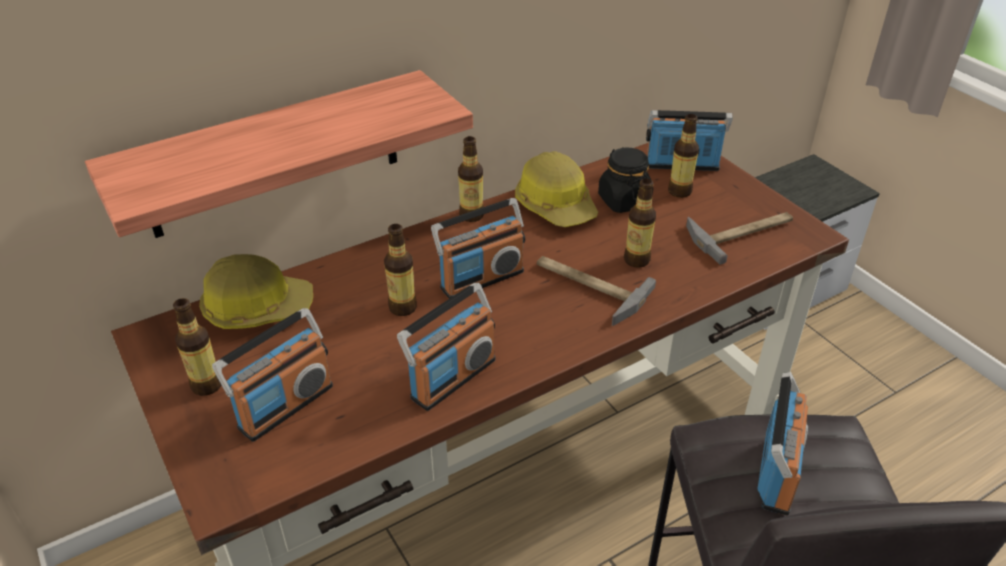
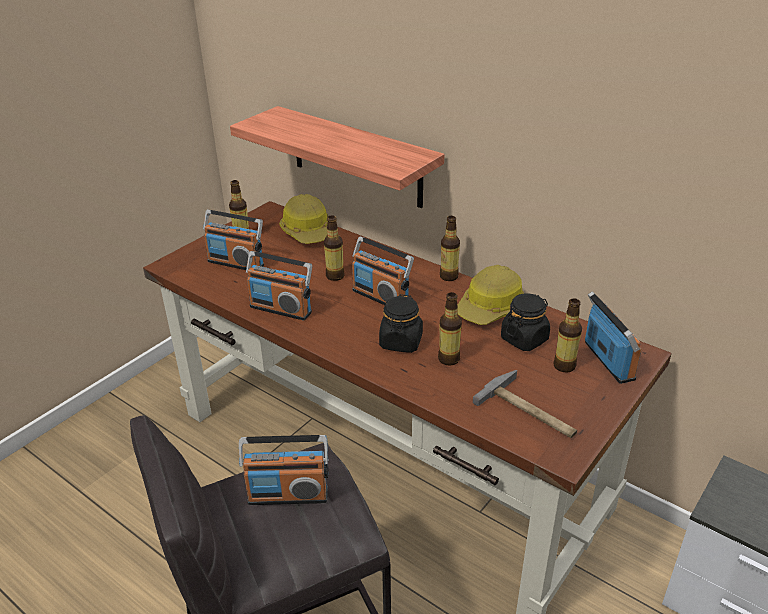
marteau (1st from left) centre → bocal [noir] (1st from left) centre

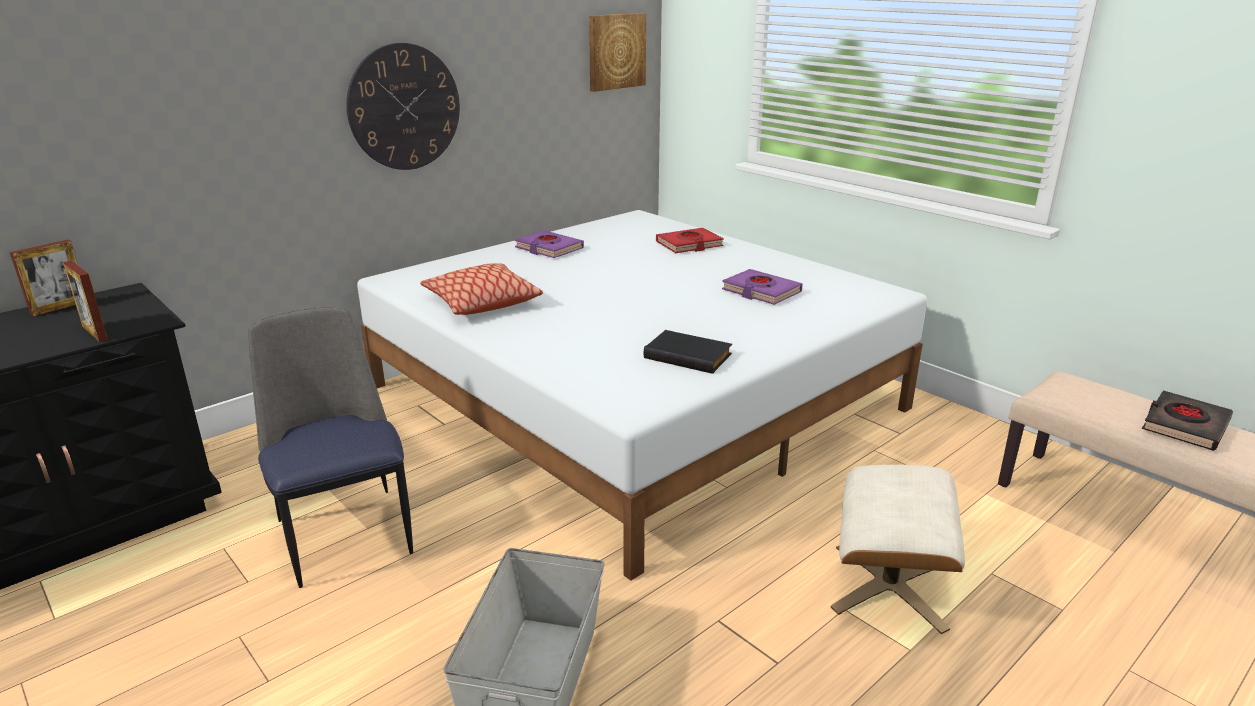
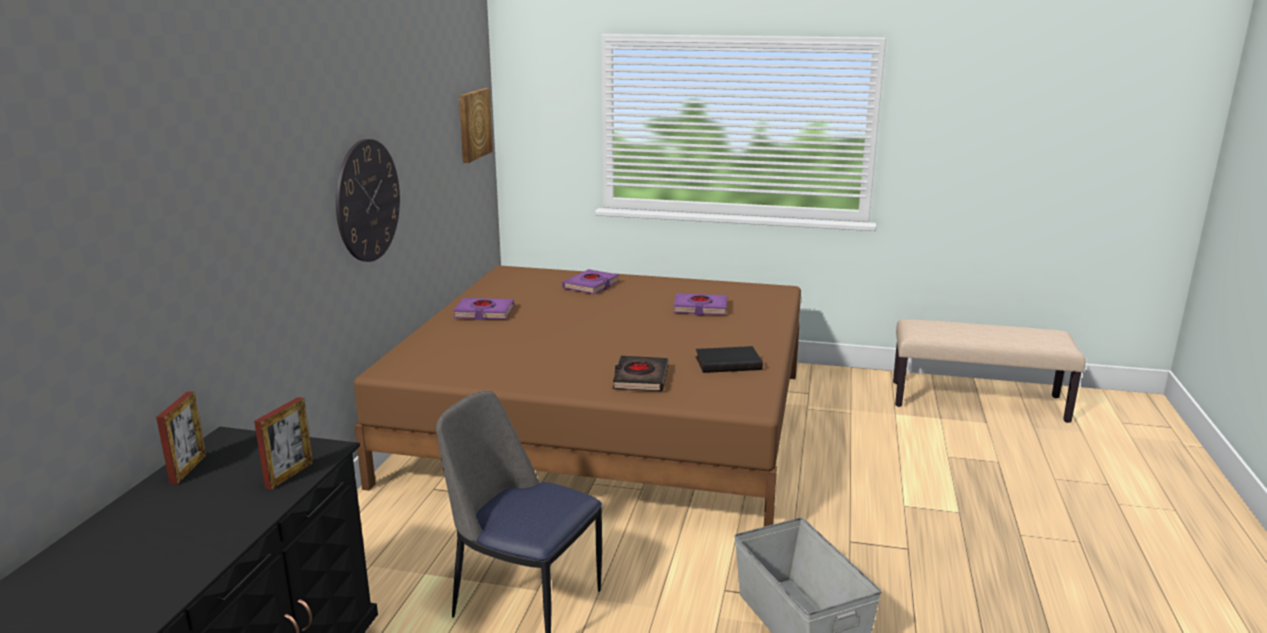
cadre photo (2nd from left) middle left → cadre photo (2nd from left) bottom left, 75 degrees counterclockwise
lit [blanc] centre → lit [marron] centre
livre [rouge] centre → livre [violet] (2nd from left) centre
livre [noir] (2nd from left in the first image) middle right → livre [noir] (1st from left) centre, move
coussin centre → -
pouf [beige] bottom right → -

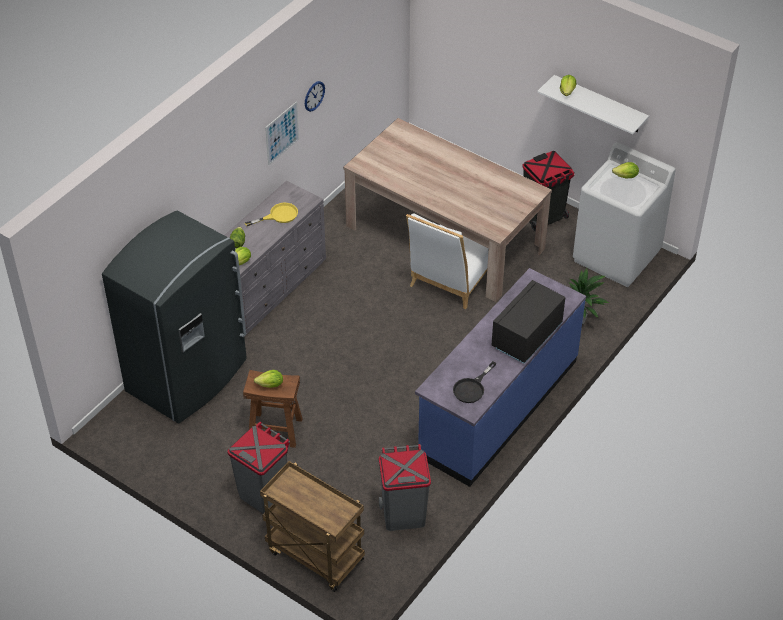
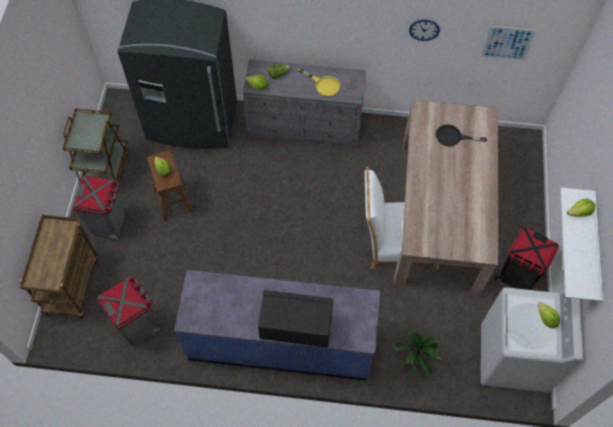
- → chariot [marron] (2nd from left) middle left
poêle [noir] centre → poêle [noir] top right, move
tableau top centre → tableau top right, move

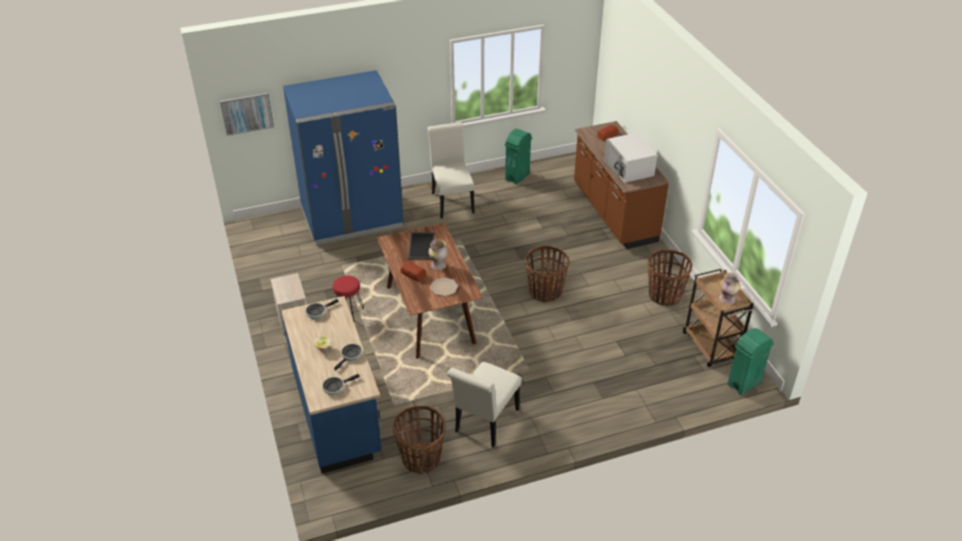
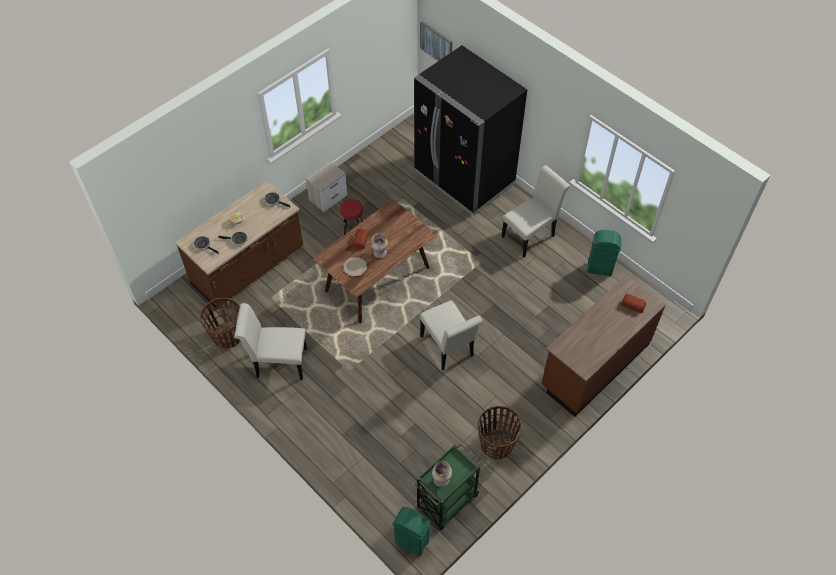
comptoir de cuisine [bleu] bottom centre → comptoir de cuisine [marron] (1st from left) middle left
réfrigérateur [bleu] top centre → réfrigérateur [noir] top centre
chariot [marron] middle right → chariot [vert] bottom centre
panier (2nd from left) centre → chaise [blanc] (2nd from left) centre
plateau centre → -
micro-ondes [blanc] top centre → -

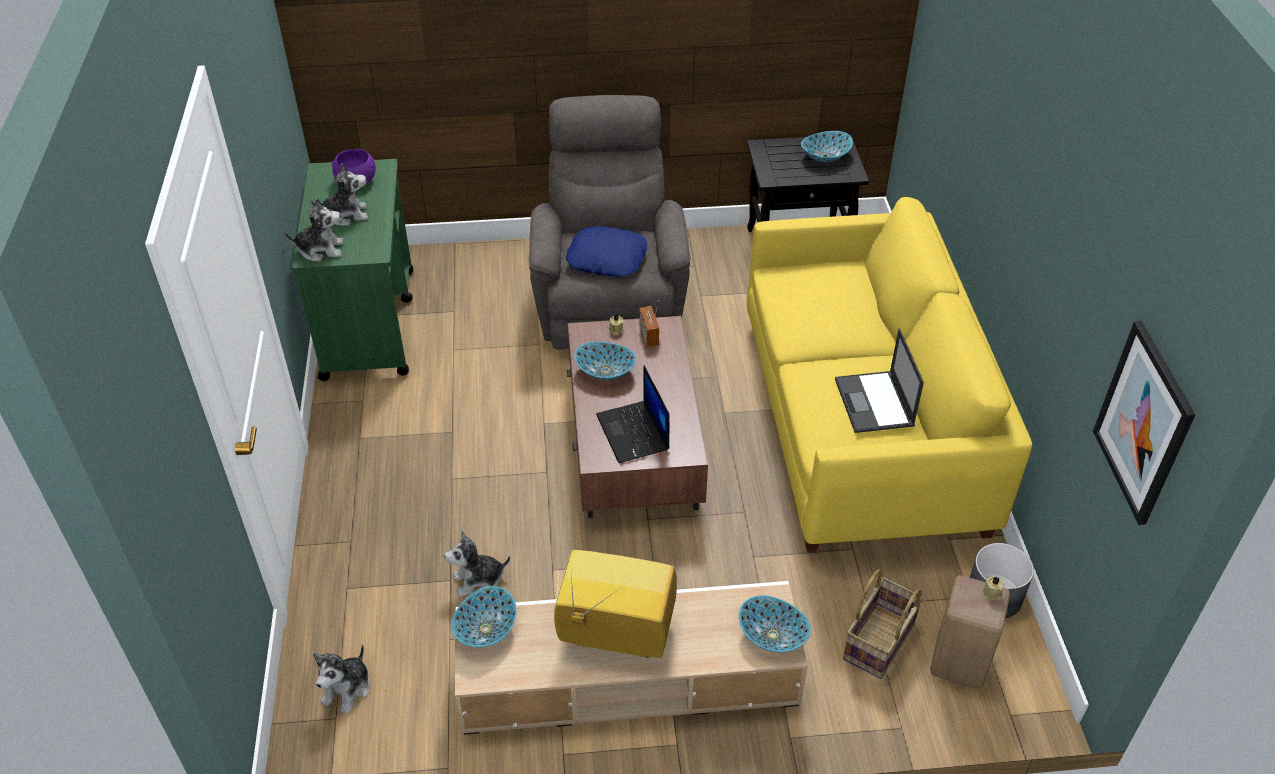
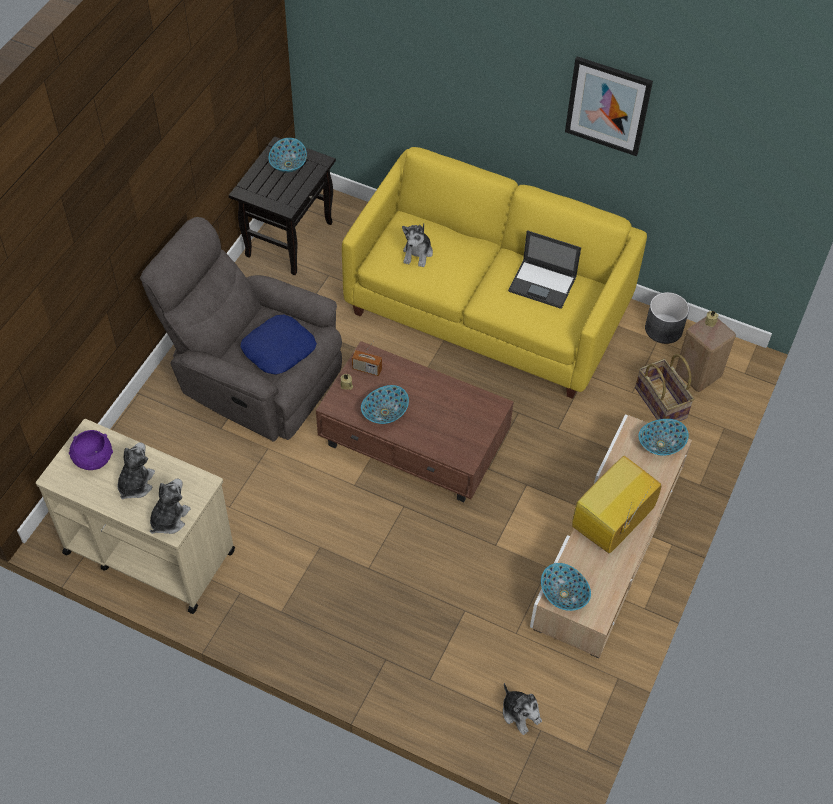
chariot [vert] middle left → chariot [beige] middle left
peluche (4th from left in the first image) bottom centre → peluche (3rd from left) top centre, move
tableau middle right → tableau top right, move
ordinateur portable (1st from left) centre → -

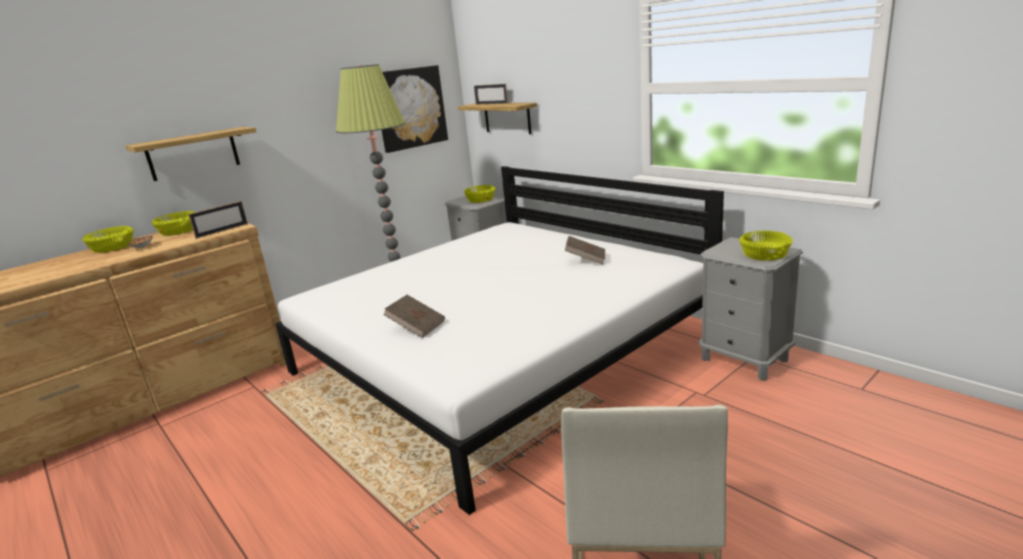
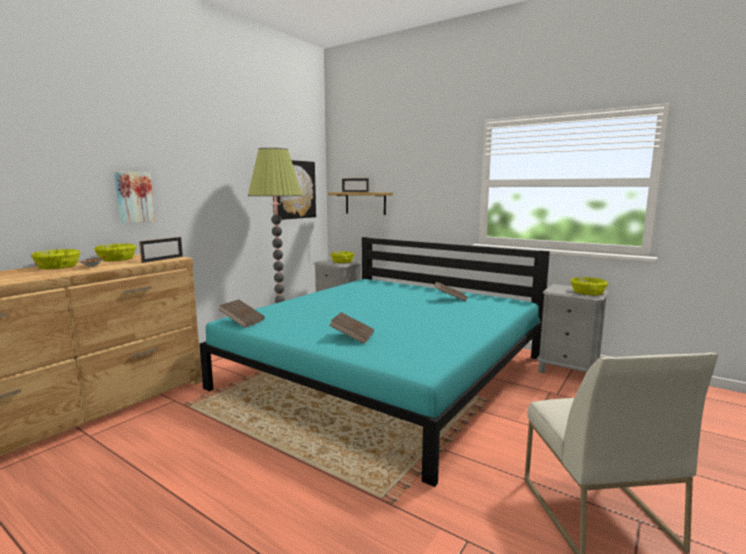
étagère (1st from left) top left → tableau (1st from left) middle left
lit [blanc] centre → lit [turquoise] centre
- → livre [marron] (1st from left) middle left

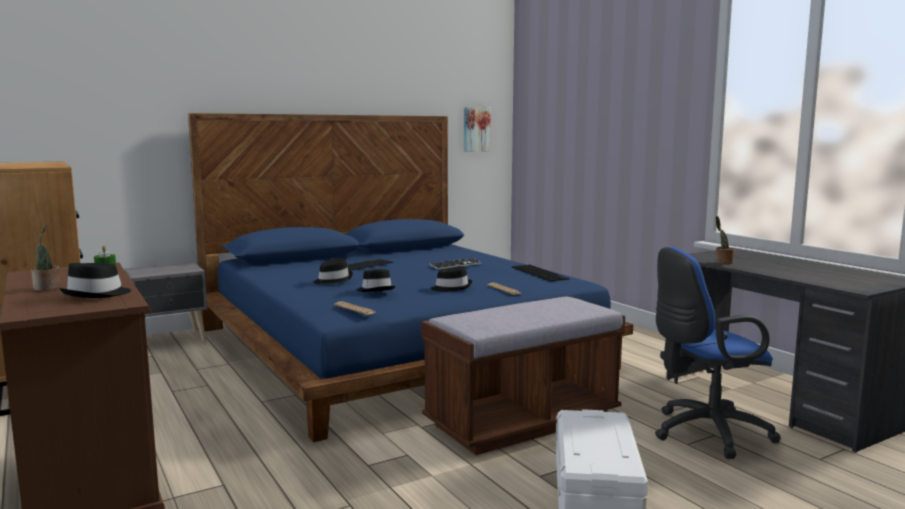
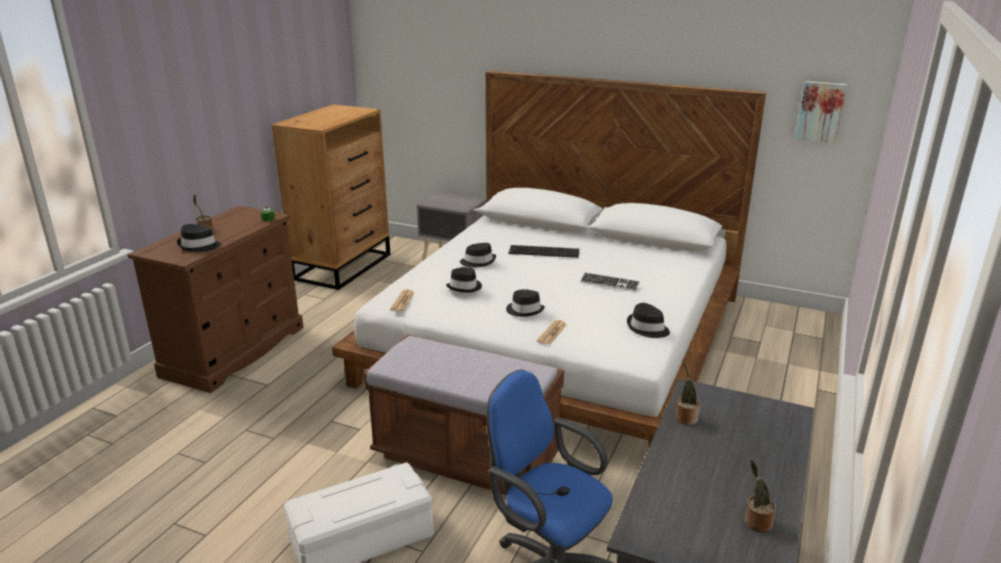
lit [bleu] centre → lit [blanc] centre
clavier (3rd from left) centre → chapeau [noir] (5th from left) centre
- → plante en pot (3rd from left) bottom right

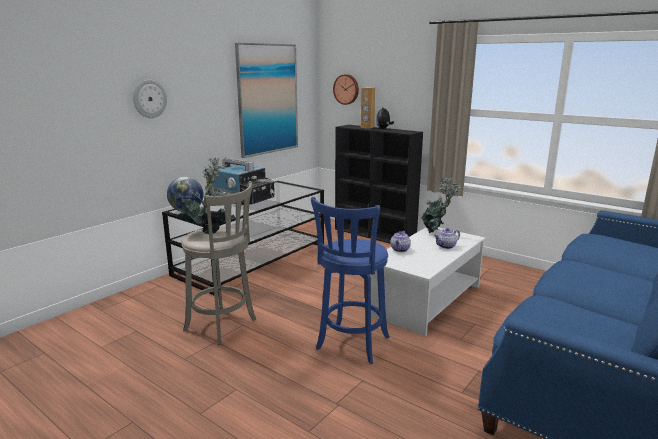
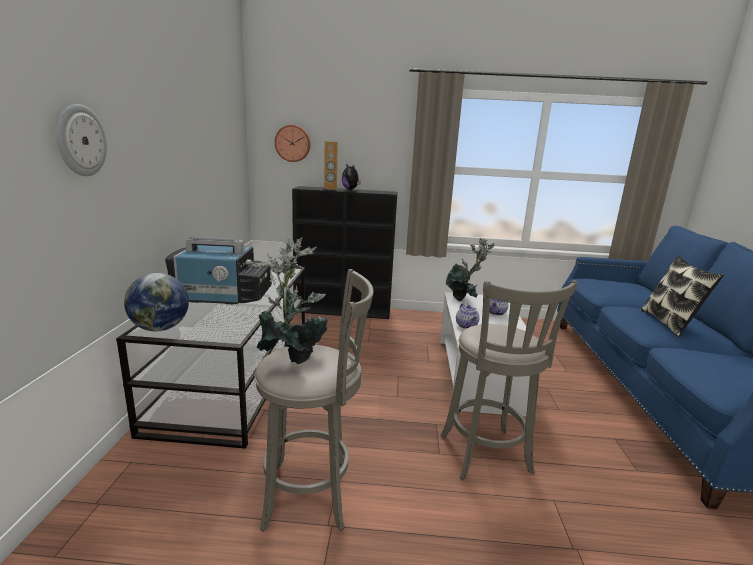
tabouret [bleu] centre → tabouret [gris] (2nd from left) bottom right
- → coussin middle right
tableau top centre → -

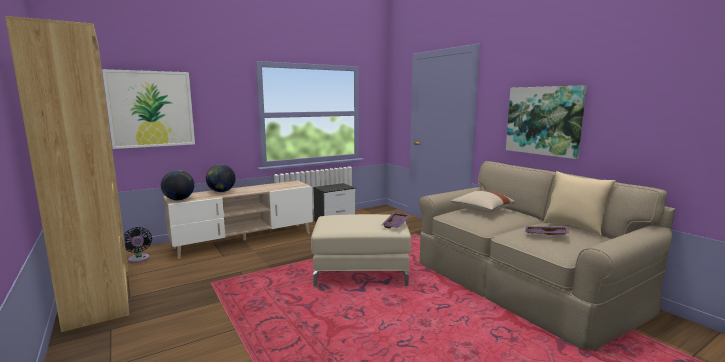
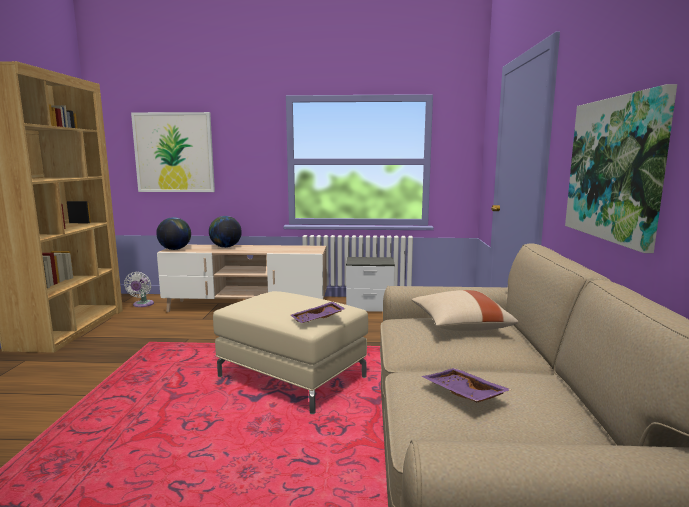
ventilateur [noir] bottom left → ventilateur [blanc] middle left
coussin [beige] (2nd from left) middle right → -

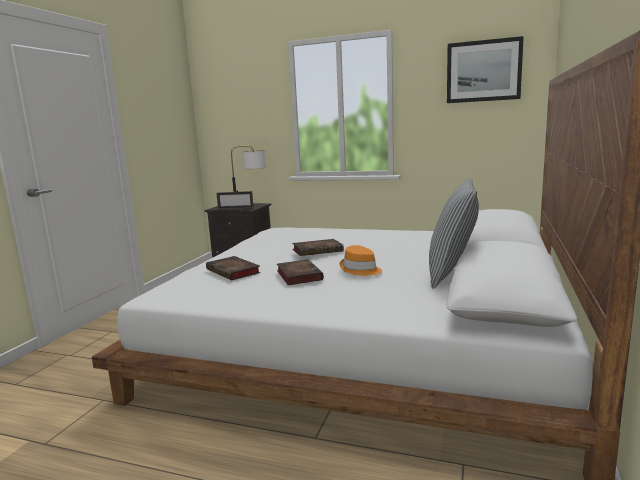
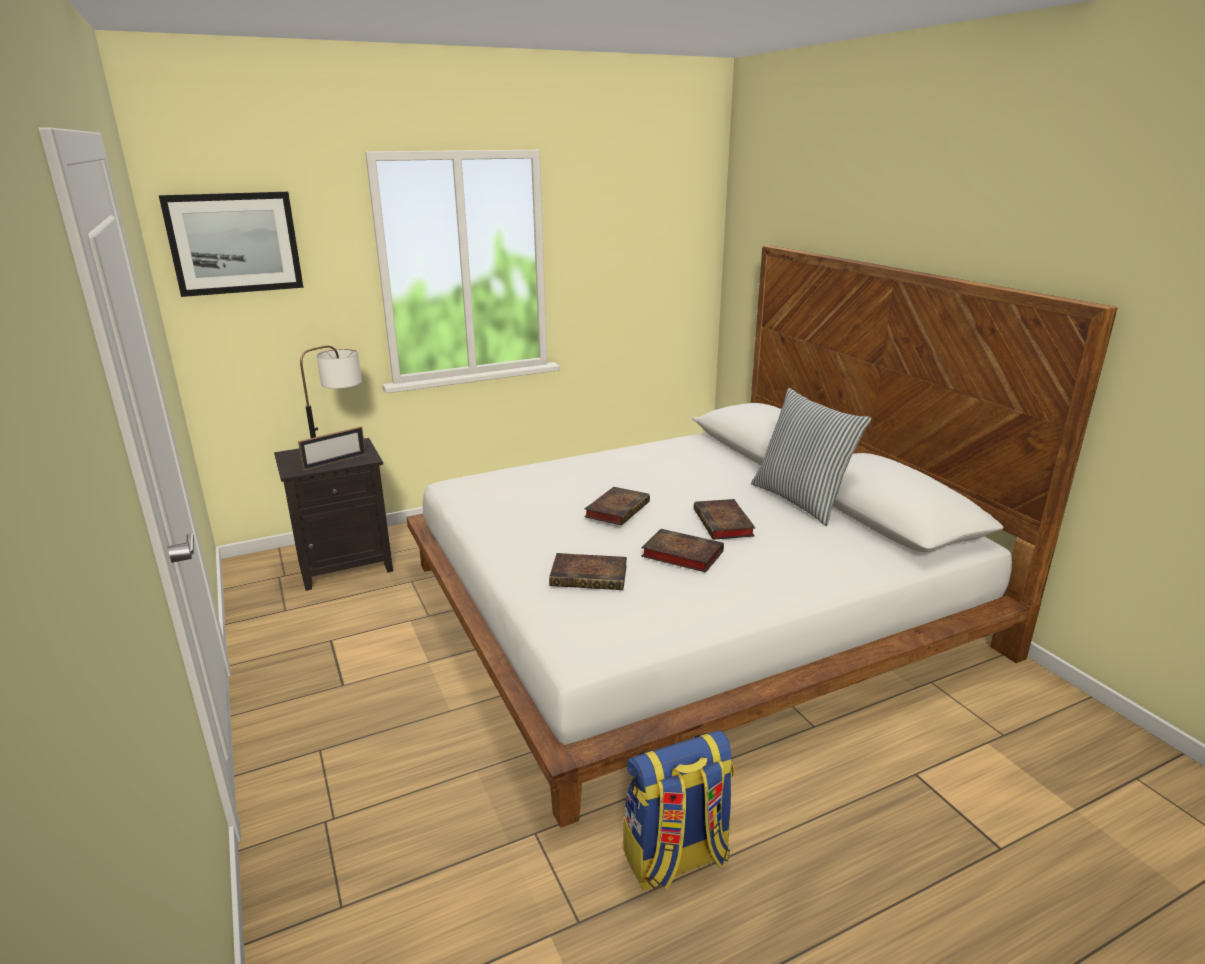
tableau top right → tableau top left, move
- → sac à dos bottom centre
chapeau [orange] centre → livre (4th from left) centre

